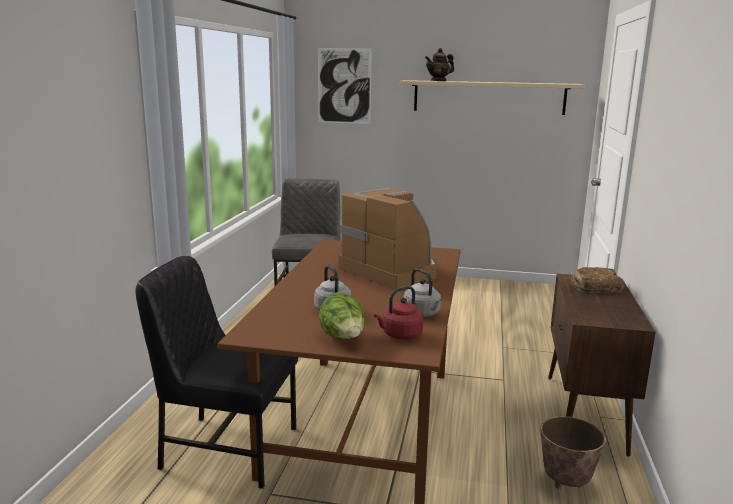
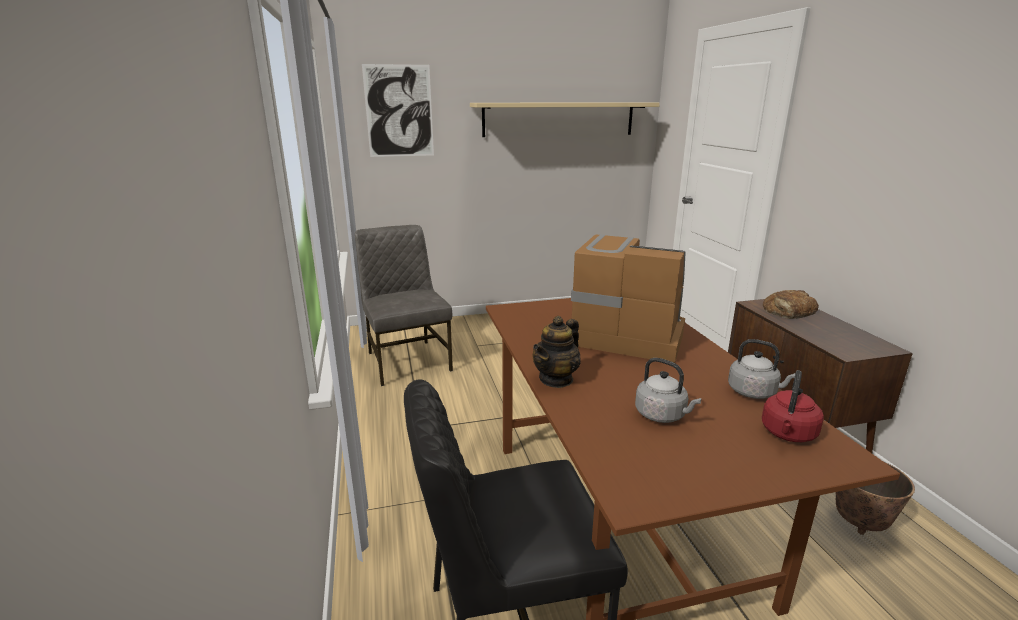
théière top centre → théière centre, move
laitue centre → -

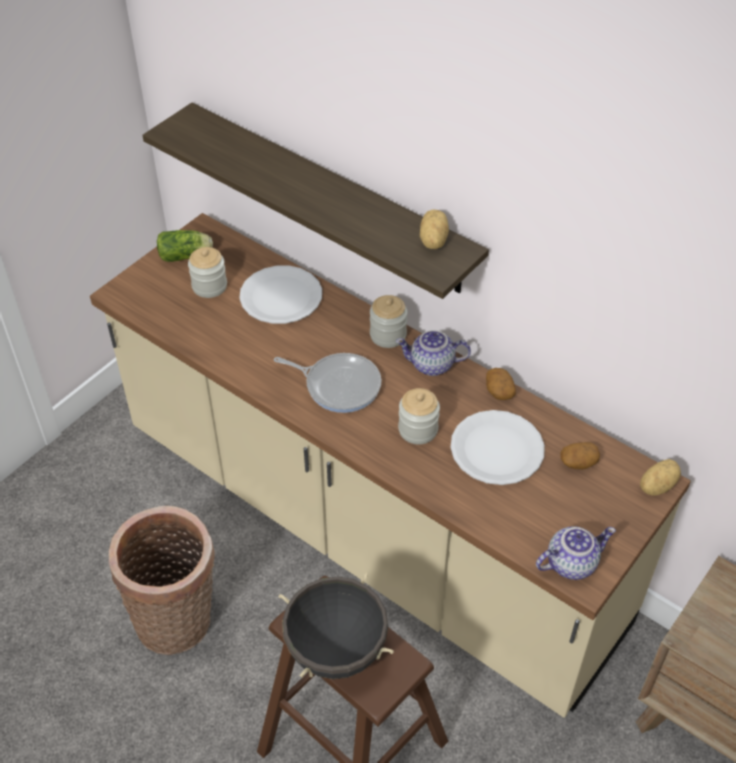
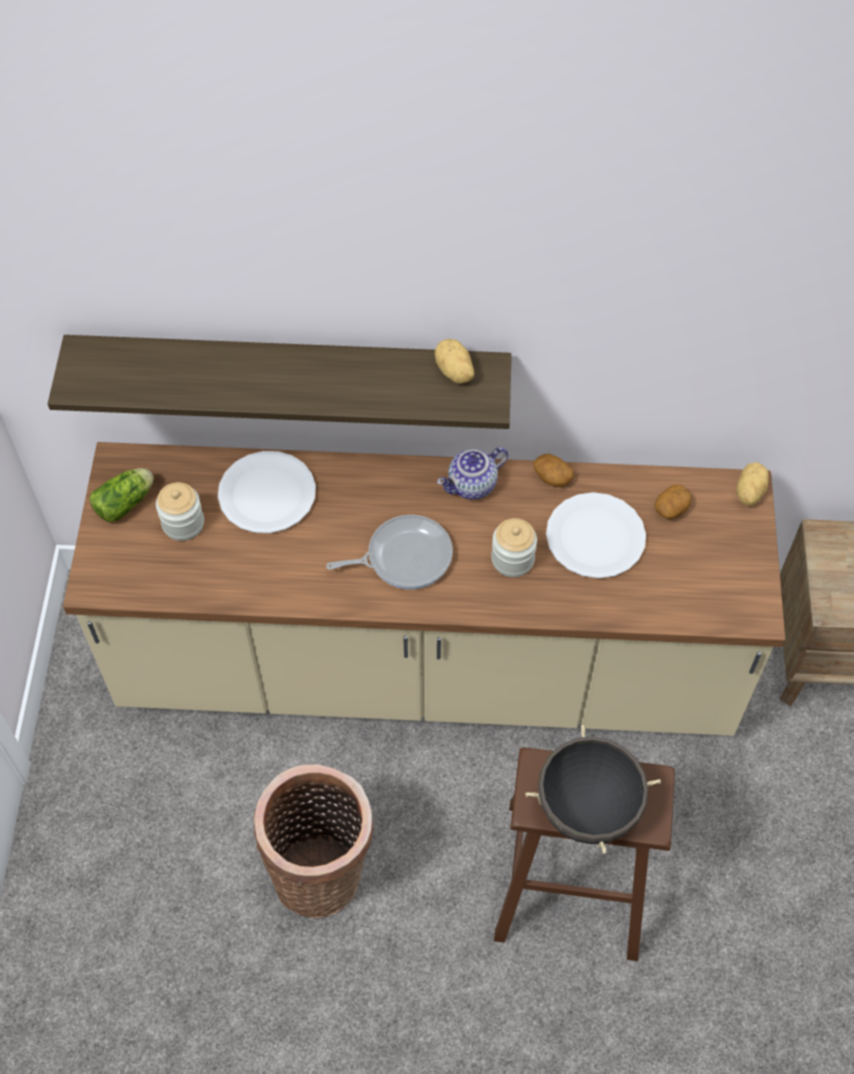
bocal (2nd from left) centre → -
théière (2nd from left) bottom right → -

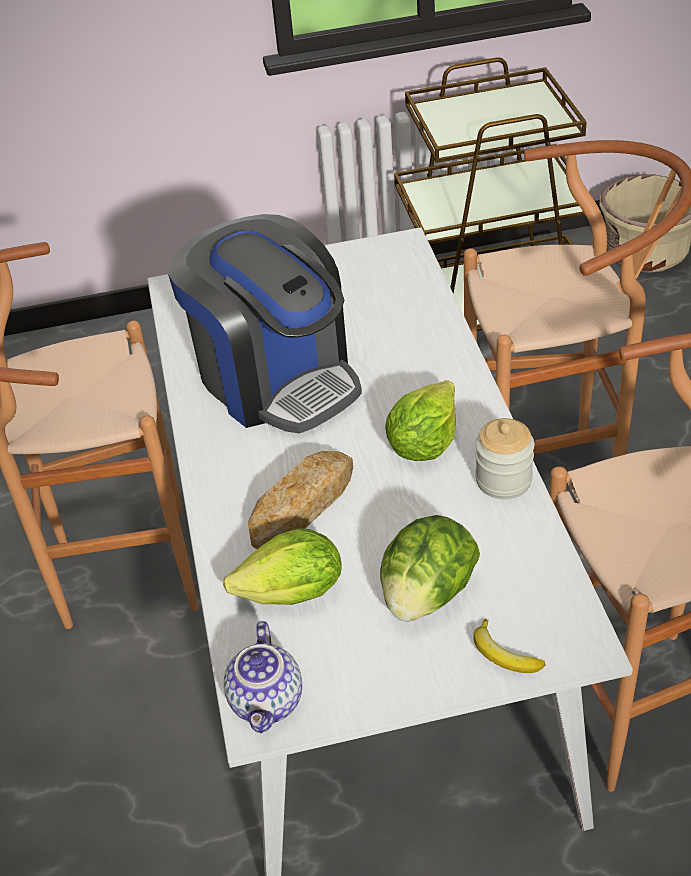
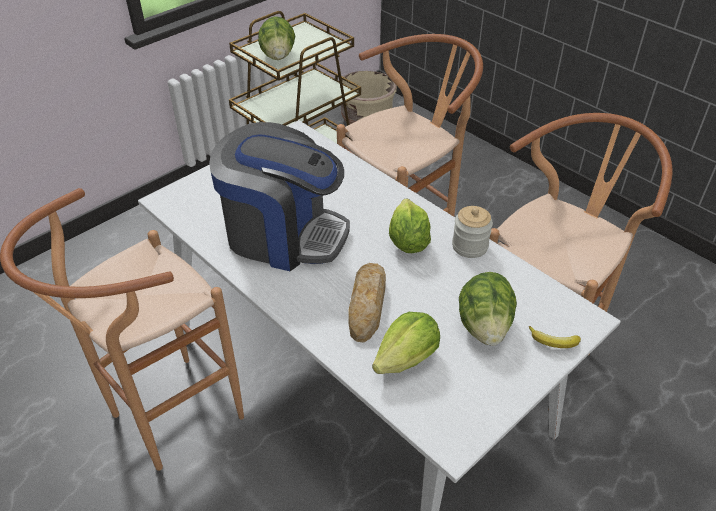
- → laitue (1st from left) top centre
théière bottom centre → -

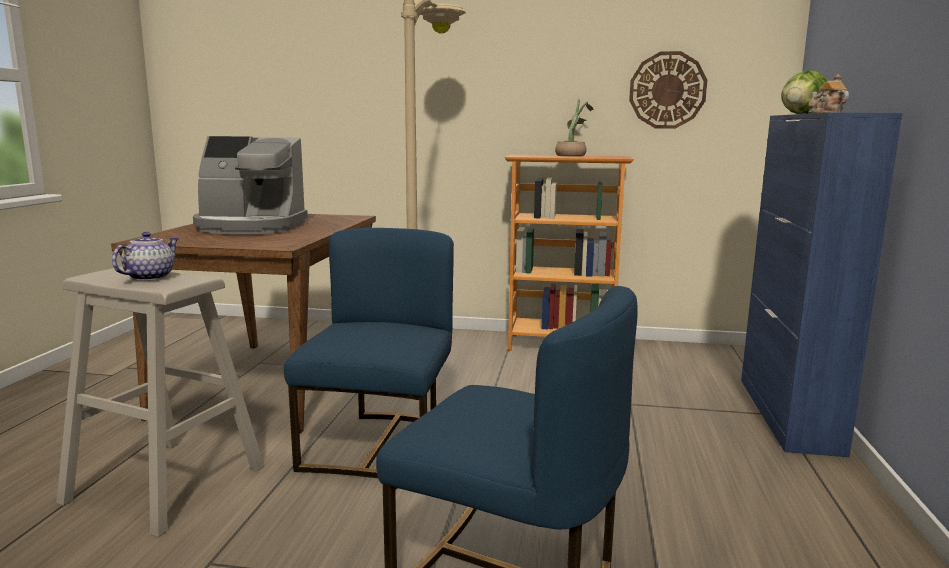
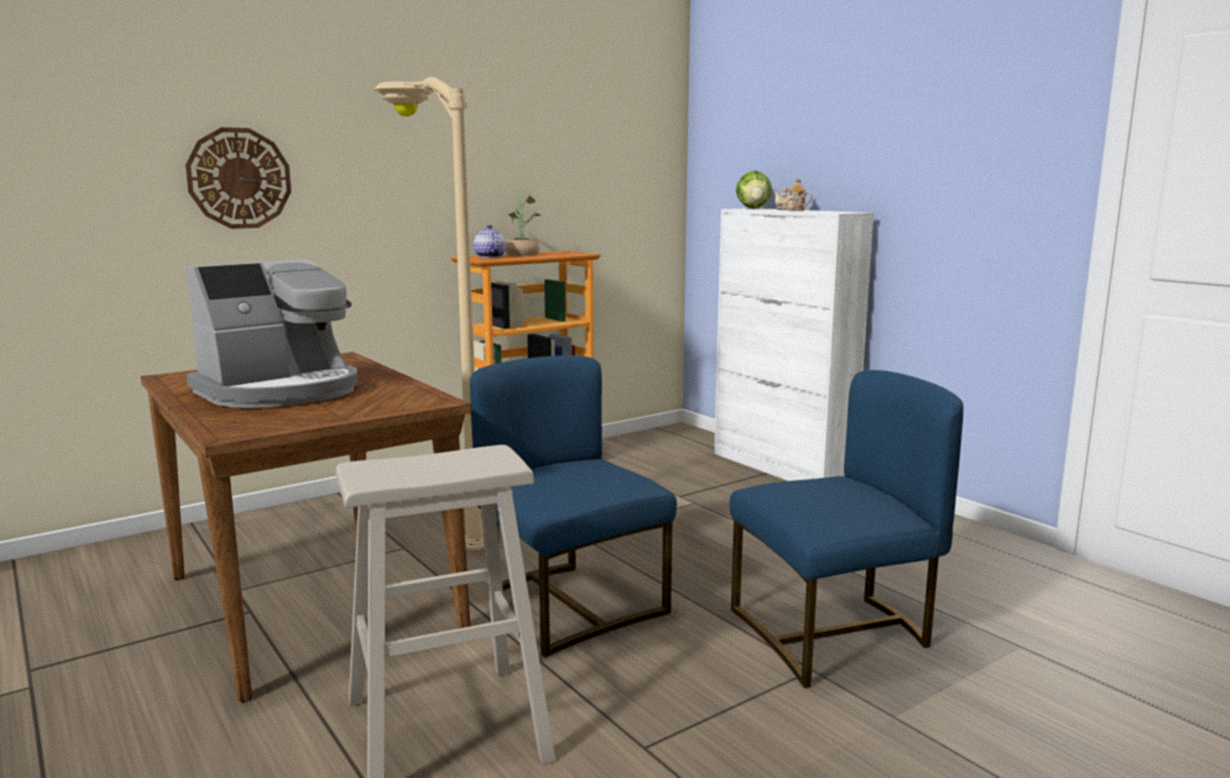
horloge murale top right → horloge murale top left, move
théière (1st from left) middle left → théière (1st from left) top centre, move
meuble de rangement [bleu] middle right → meuble de rangement [blanc] centre

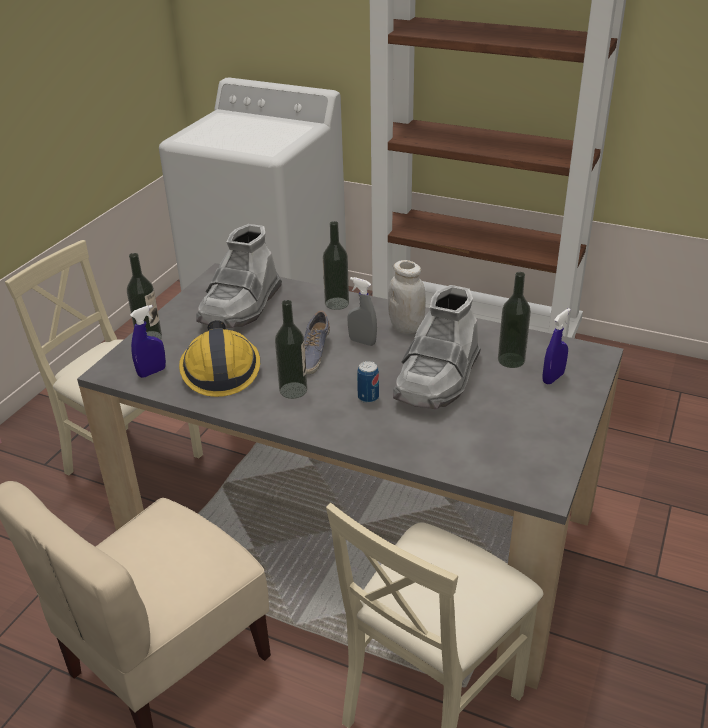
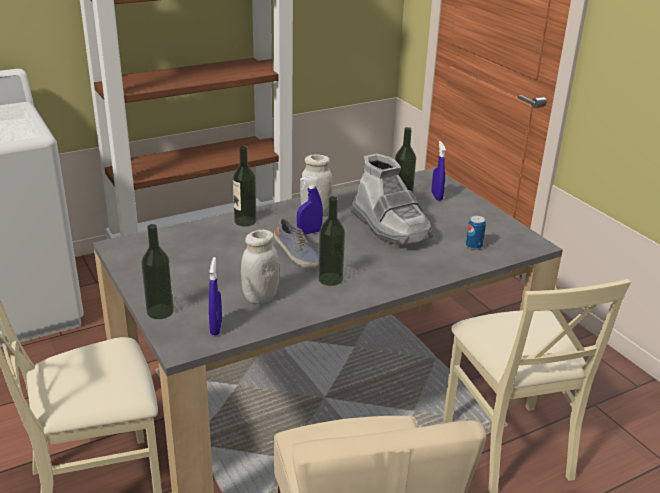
casque de chantier middle left → bocal [blanc] (1st from left) centre
vaporisateur [gris] centre → vaporisateur [bleu] (2nd from left) centre
boîte métallique centre → boîte métallique middle right, move
botte [gris] (1st from left) centre → -

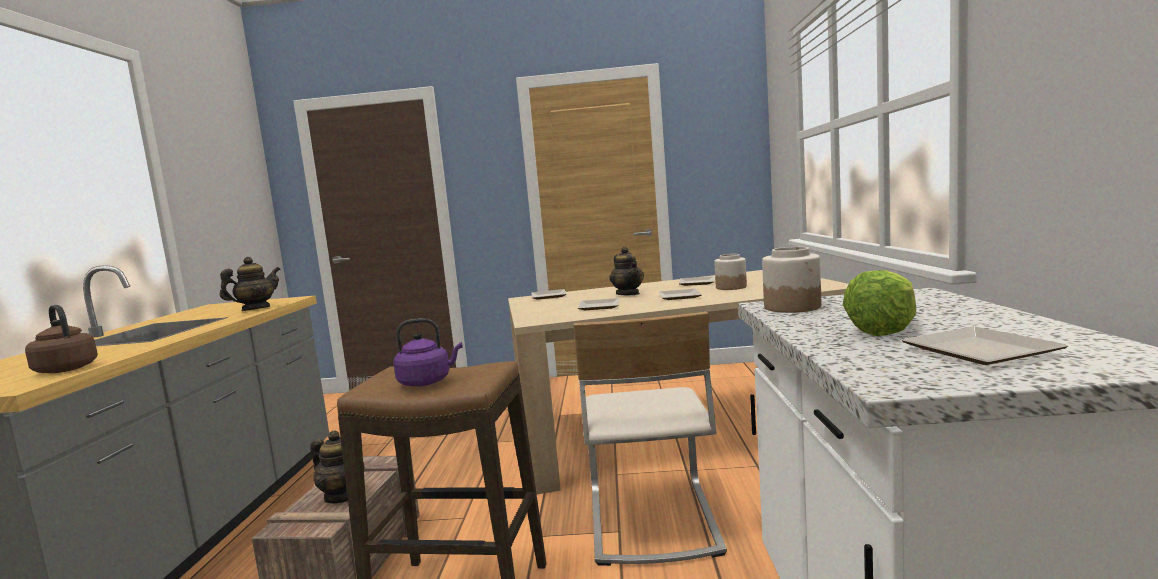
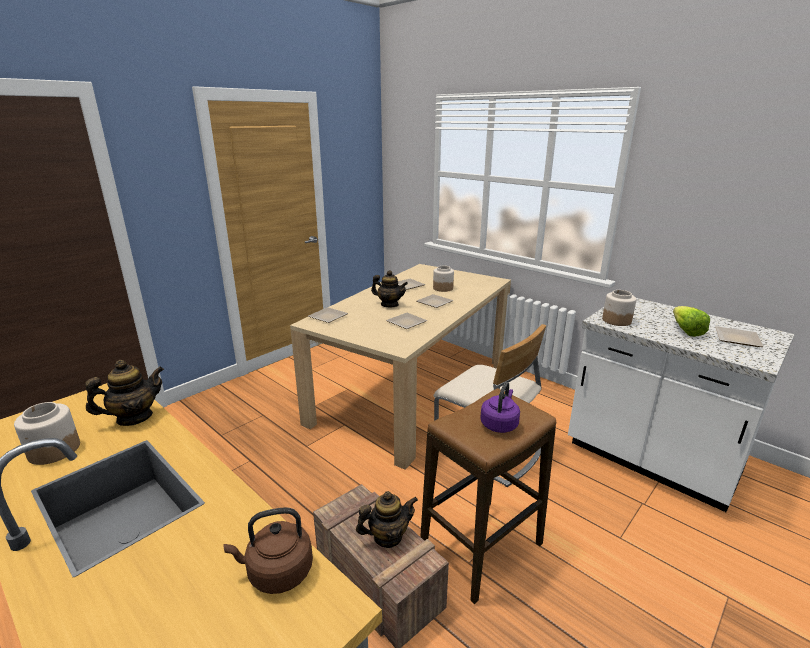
- → bocal (1st from left) bottom left
théière (1st from left) middle left, 60 degrees clockwise

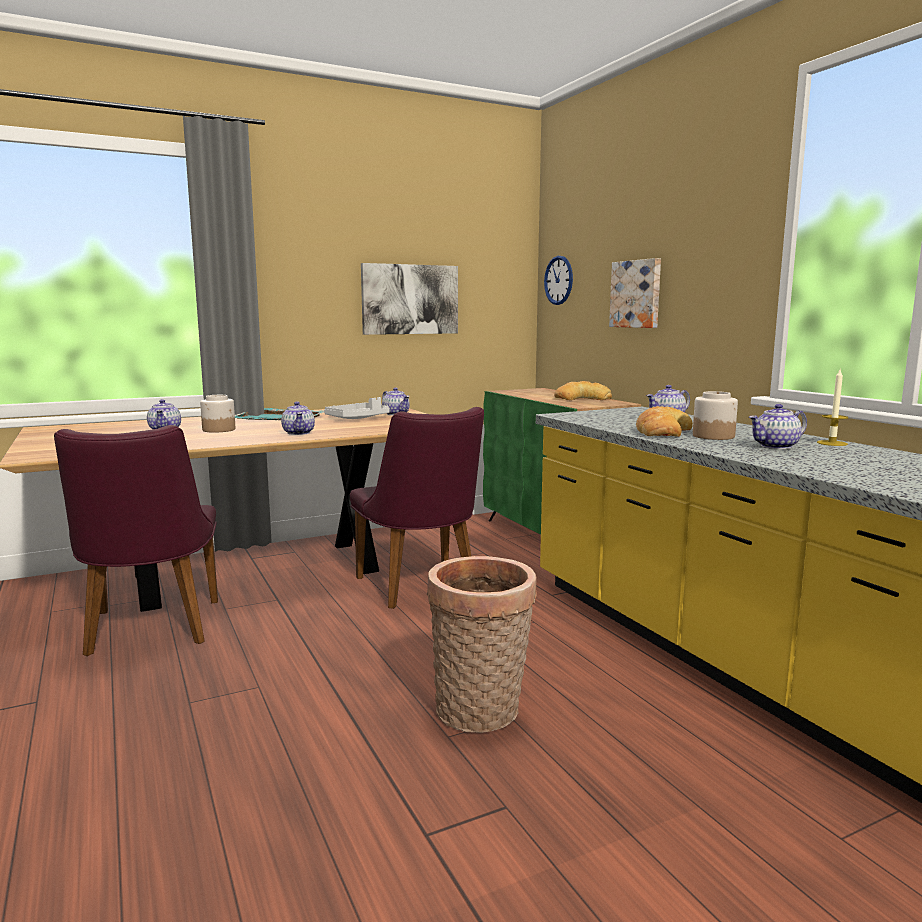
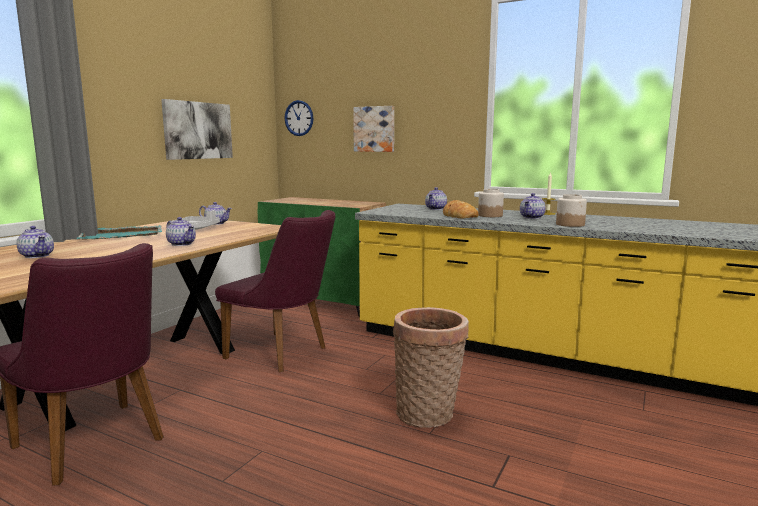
bocal (1st from left in the first image) middle left → bocal (2nd from left) middle right, move
pain (1st from left) centre → -

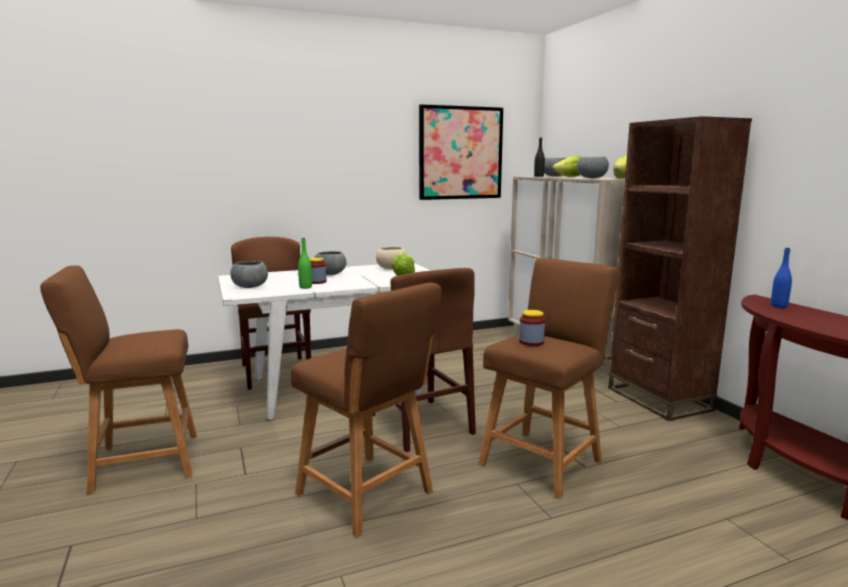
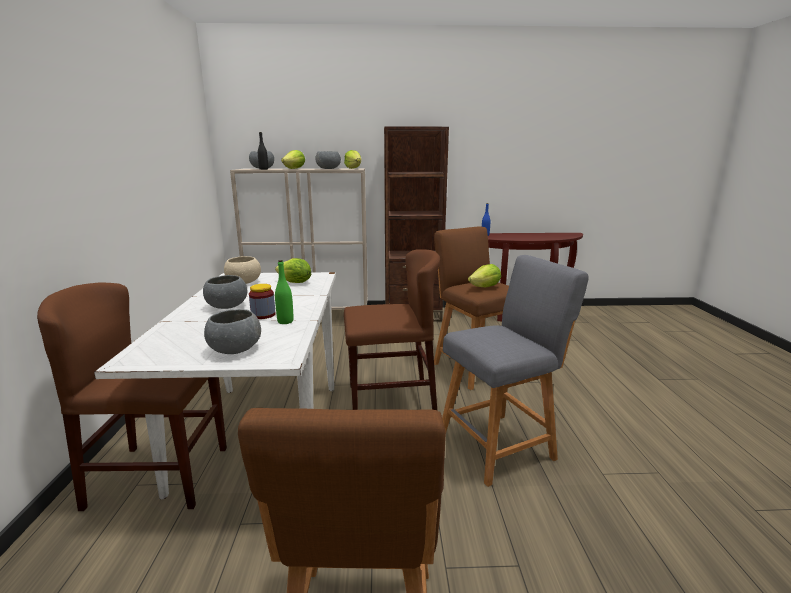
tabouret [marron] (2nd from left) bottom centre → tabouret [gris] centre
bocal (2nd from left) centre → laitue (4th from left) centre
tableau top centre → -

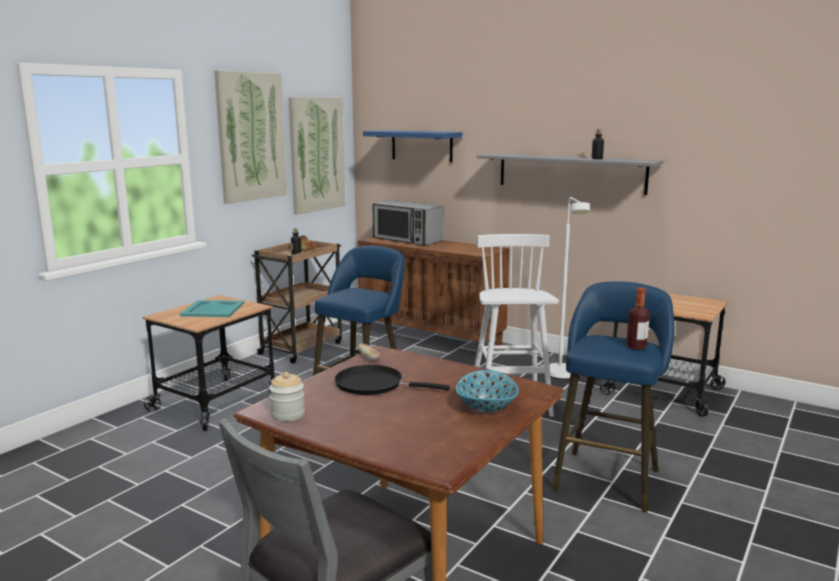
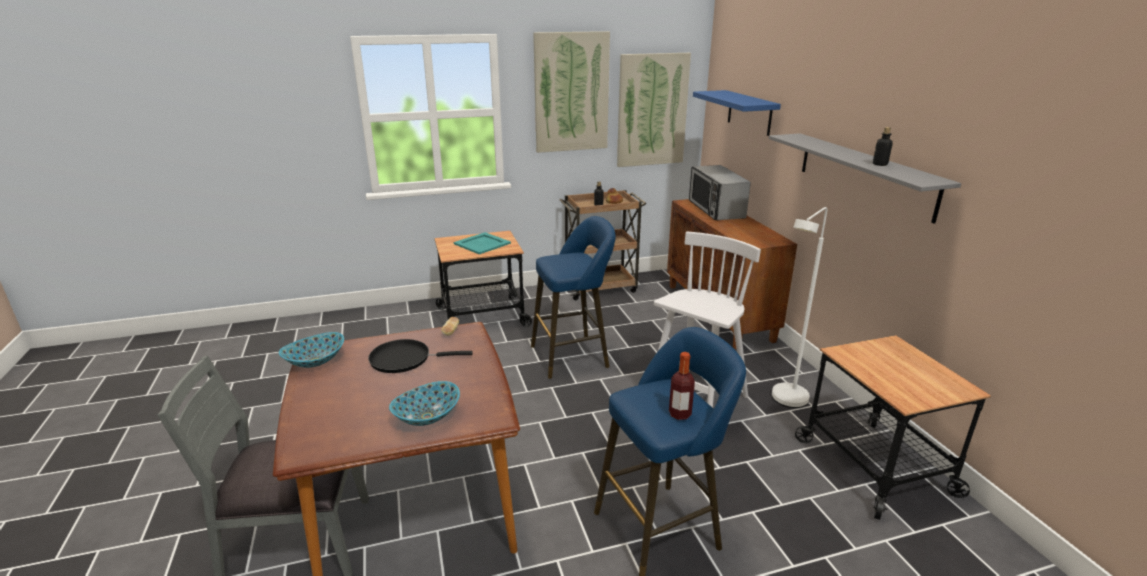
bocal bottom centre → bol (1st from left) middle left
poêle [noir] centre, 60 degrees counterclockwise

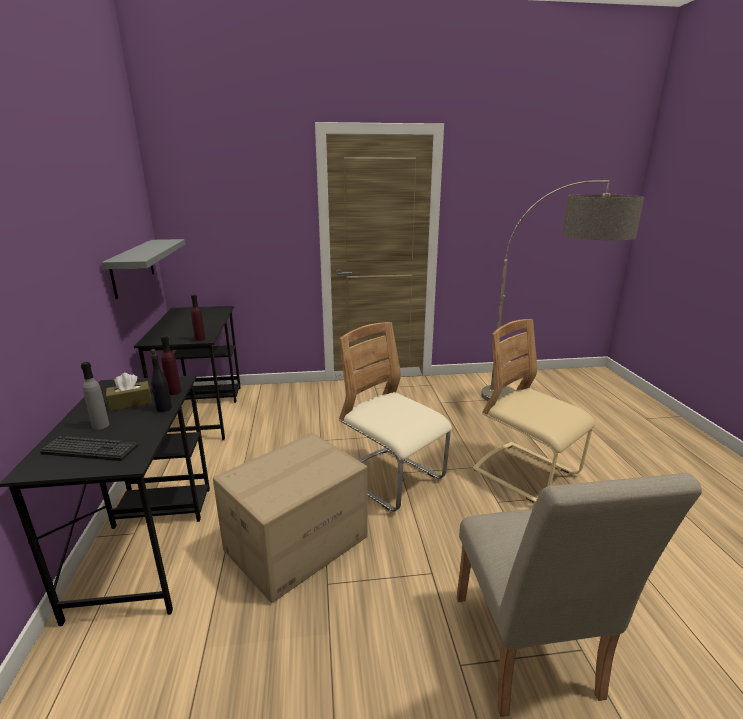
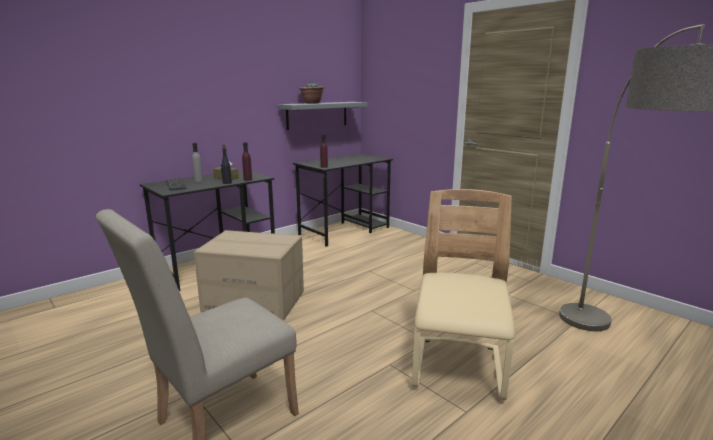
- → plante en pot top centre
chaise [beige] (1st from left) centre → -

